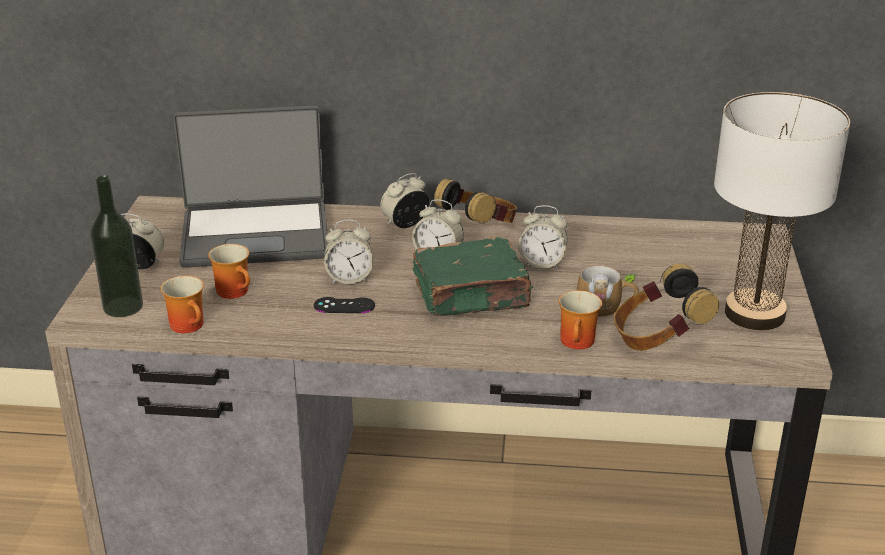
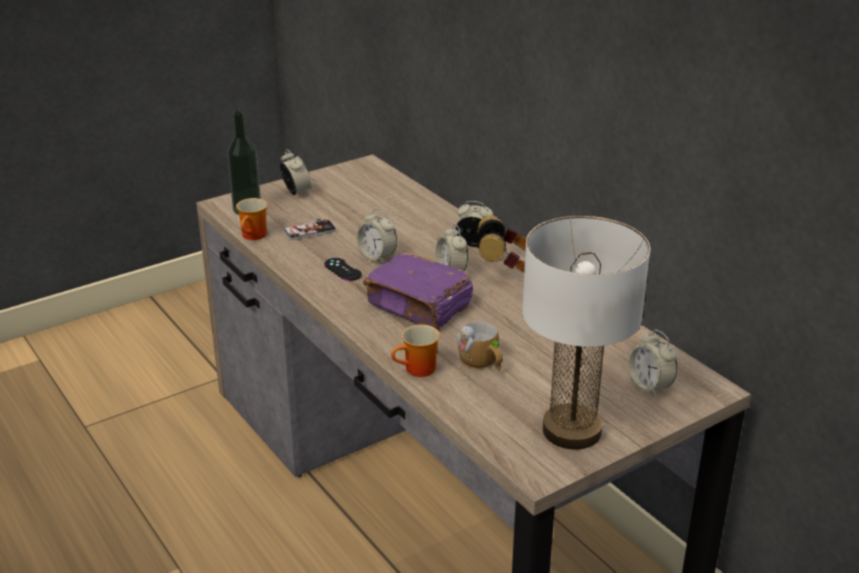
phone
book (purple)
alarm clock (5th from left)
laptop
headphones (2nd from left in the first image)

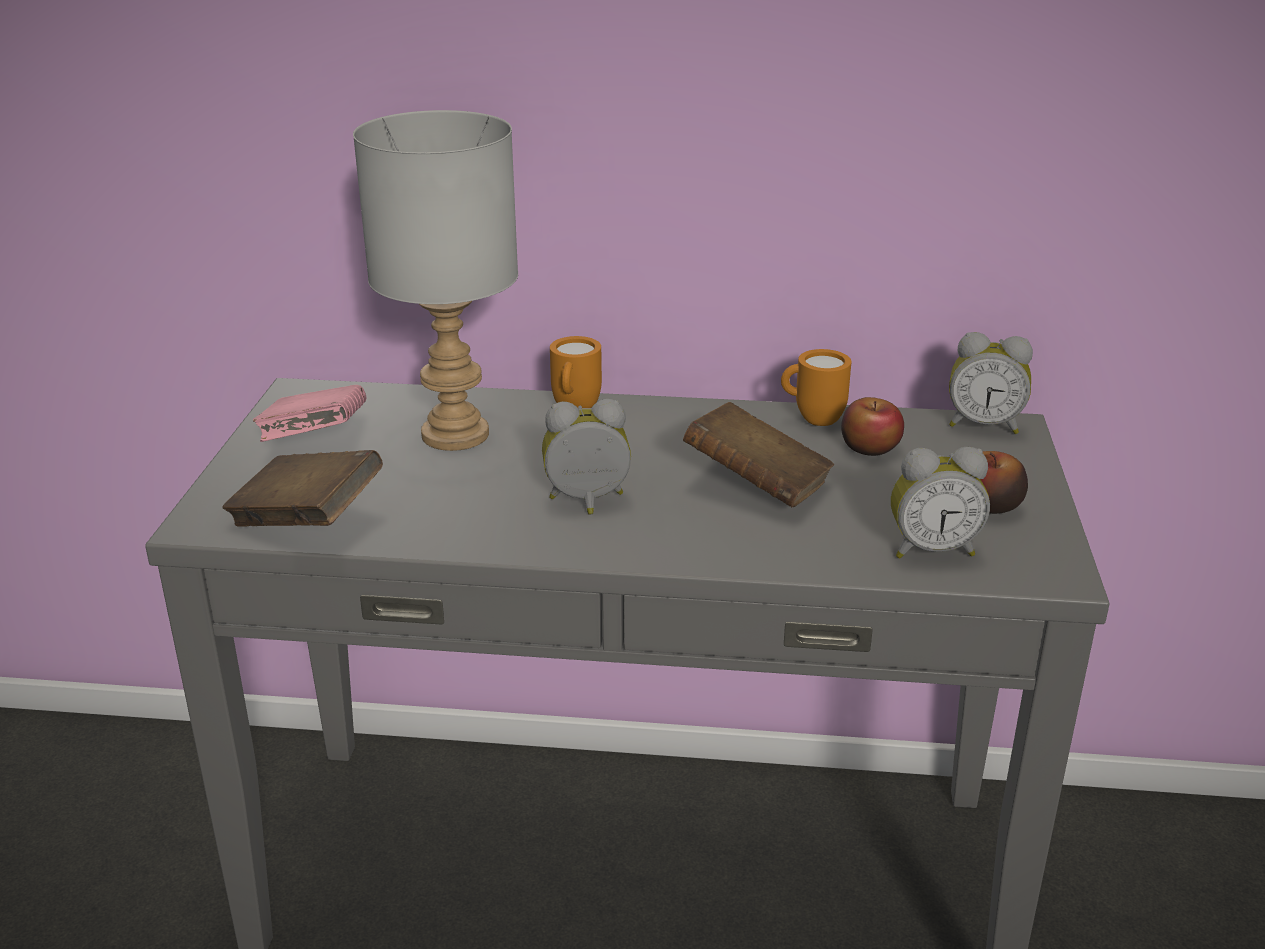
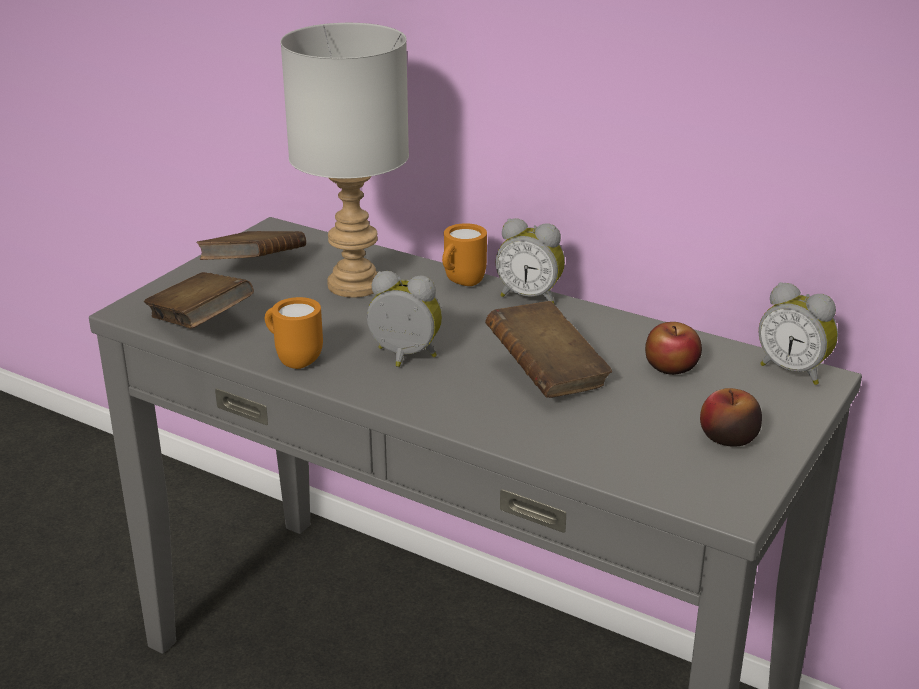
book (brown) (2nd from left)
mug (orange) (1st from left)
alarm clock (2nd from left)

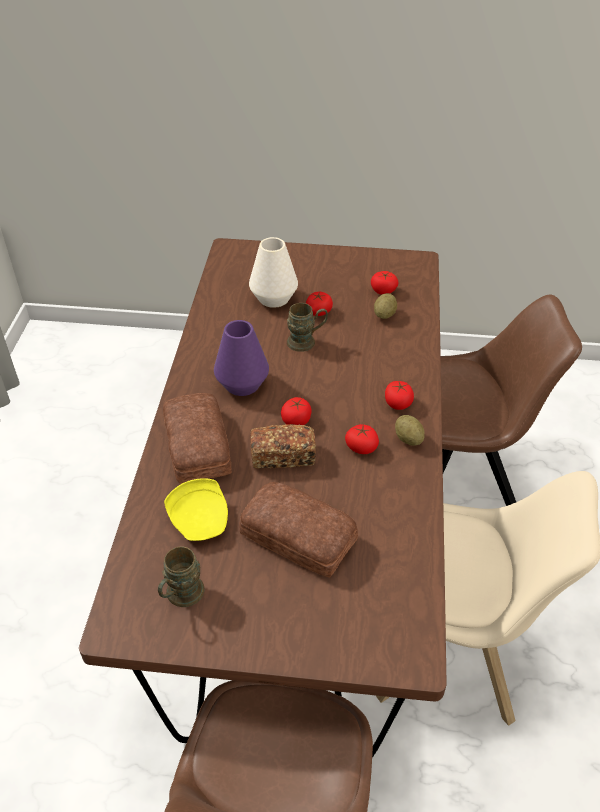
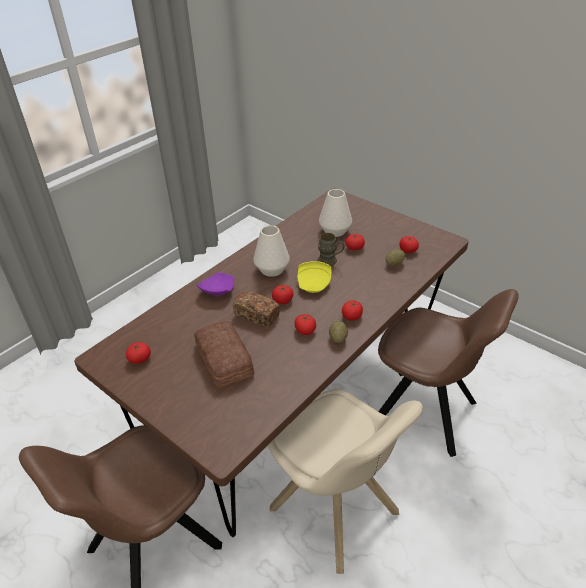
tomato (1st from left)
plate (purple)
vase (white) (1st from left)
plate (yellow)

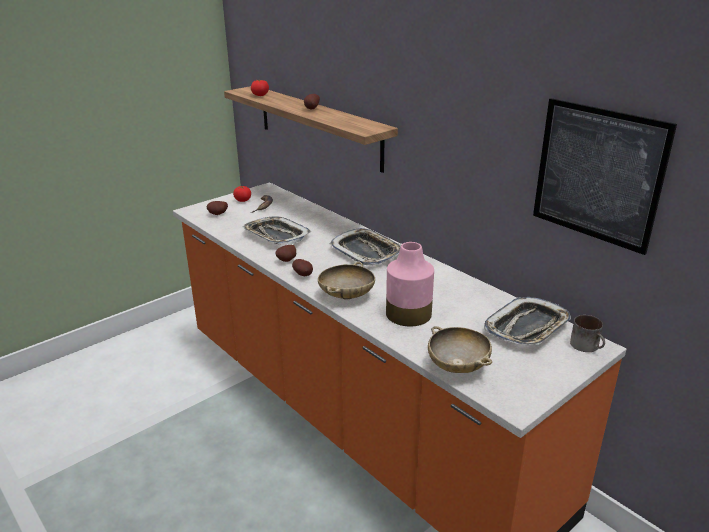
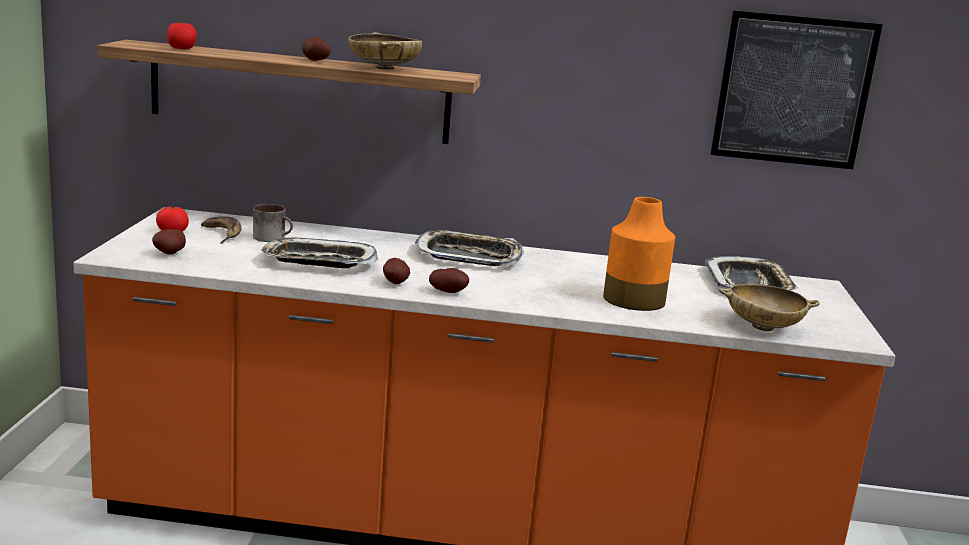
mug
bowl (beige) (1st from left)
vase (orange)

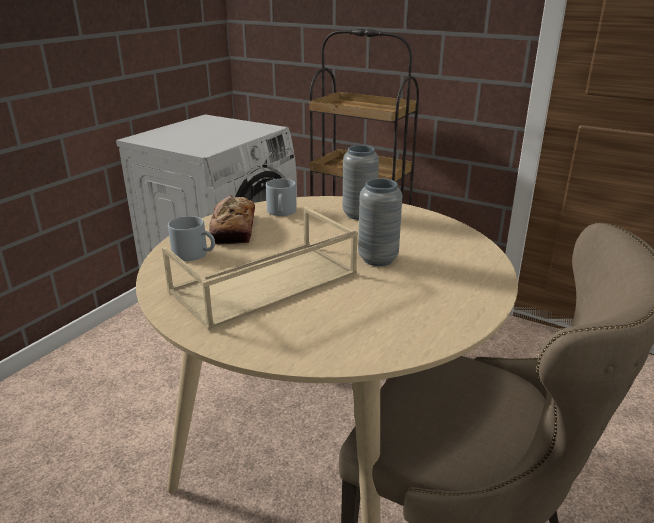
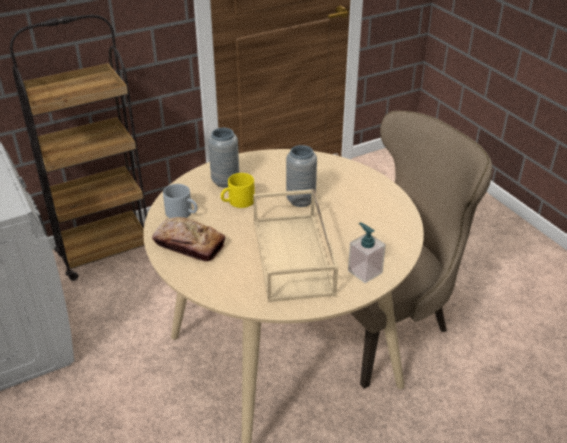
mug (yellow)
soap dispenser
mug (grey) (1st from left in the first image)

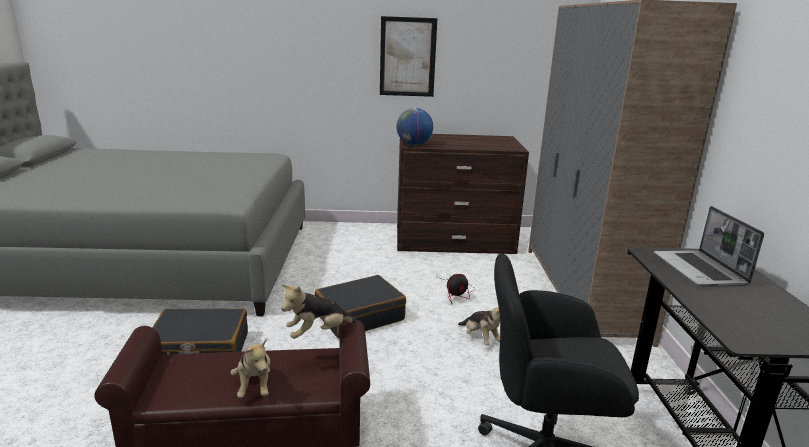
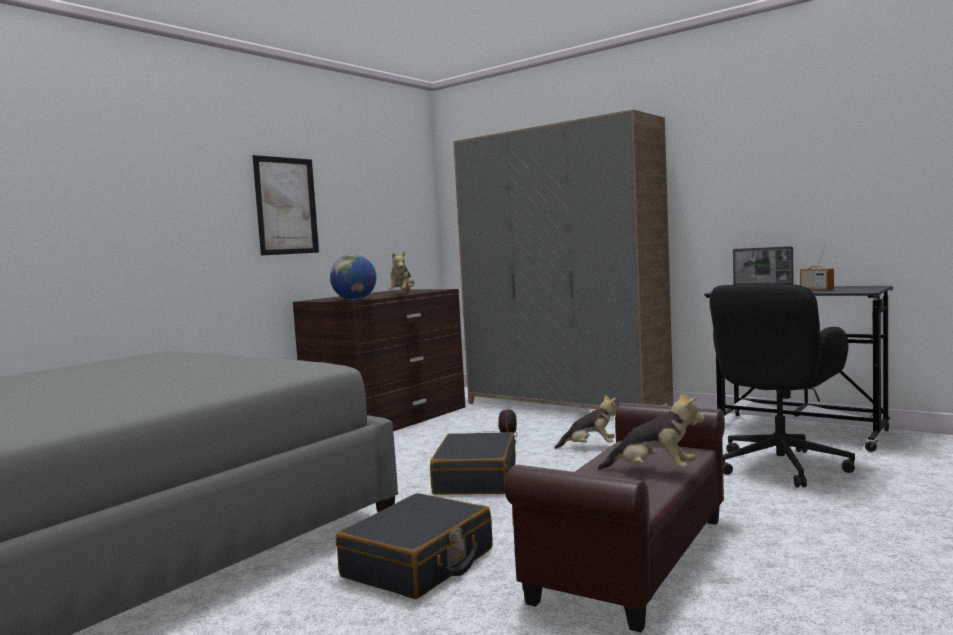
plush toy (1st from left)
radio

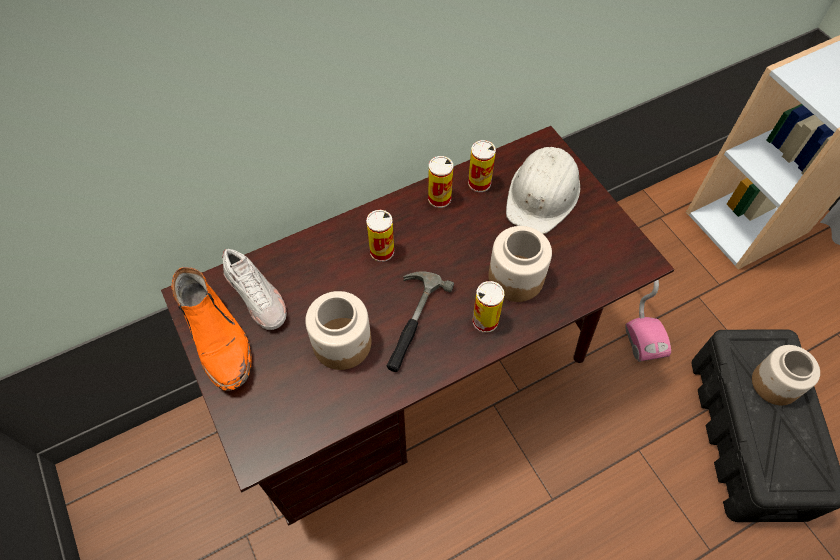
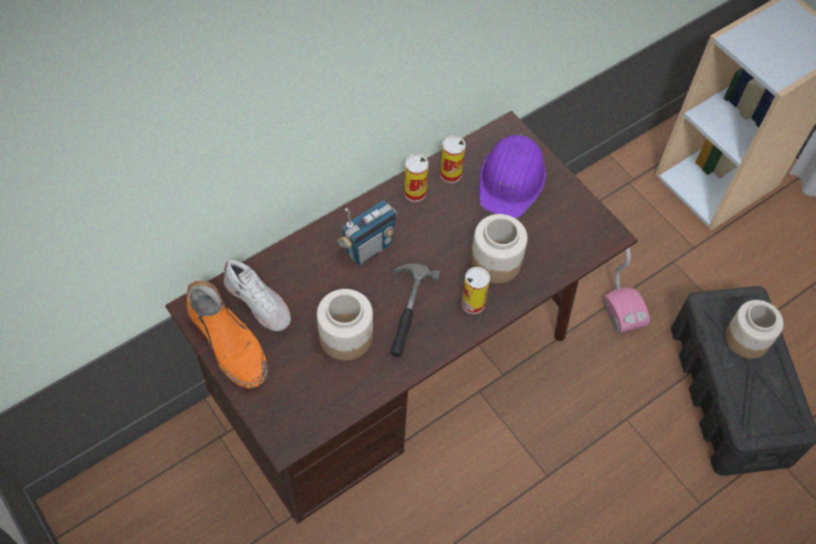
radio
hard hat (purple)

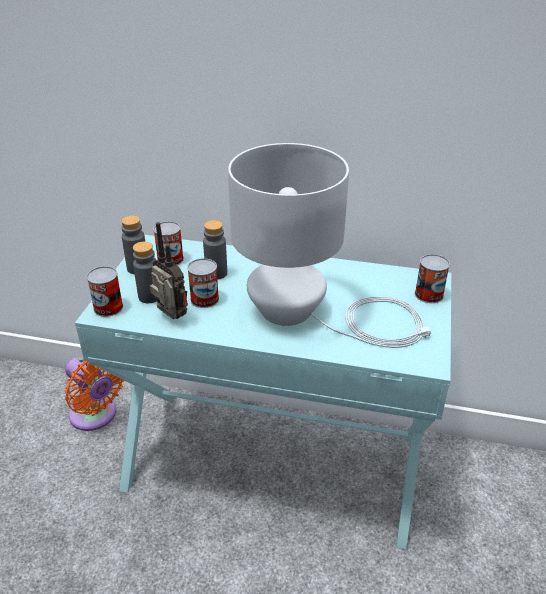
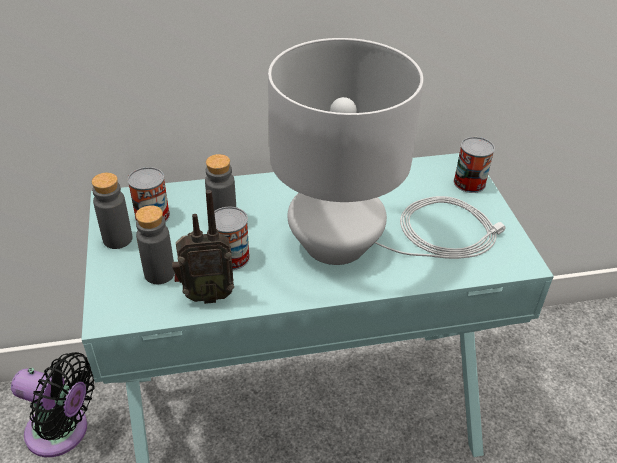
fan (black)
radio
can (1st from left in the first image)

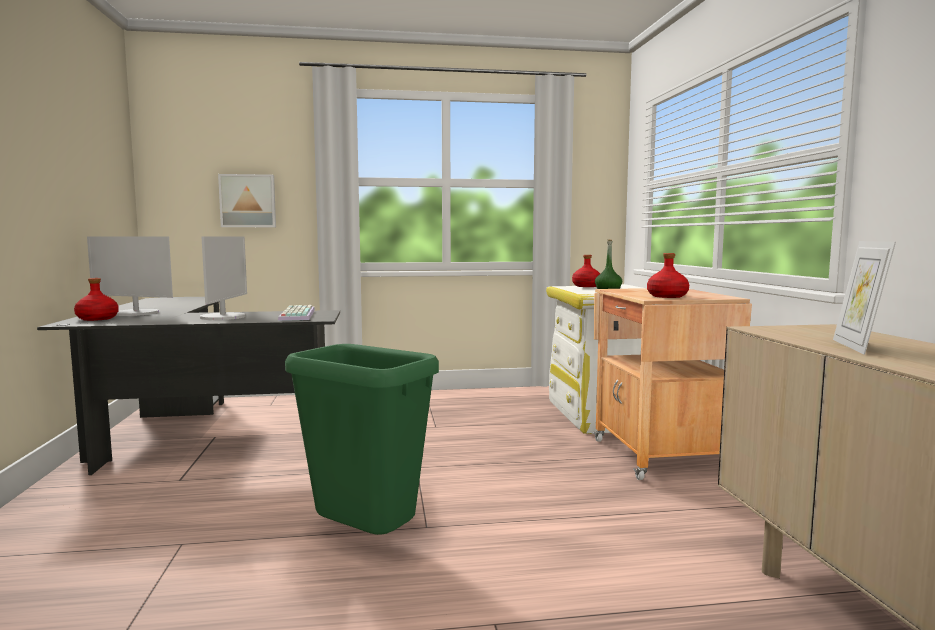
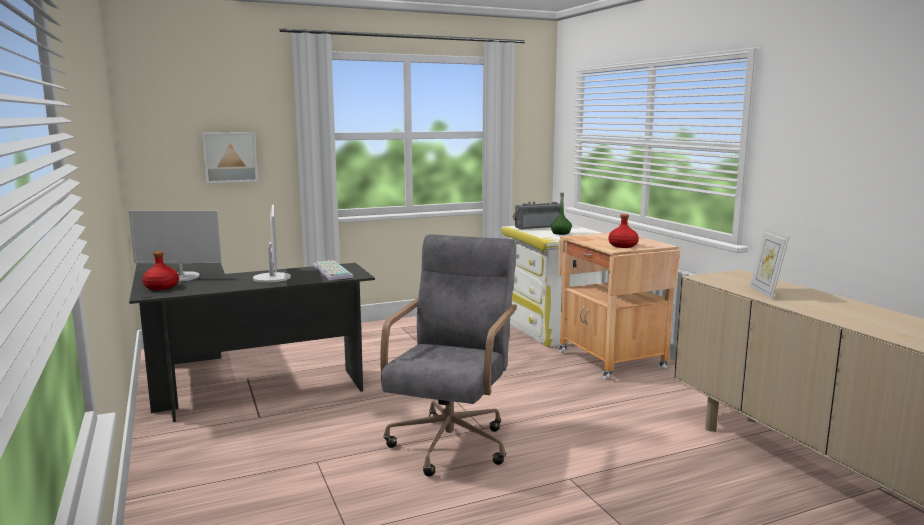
office chair (grey)
radio

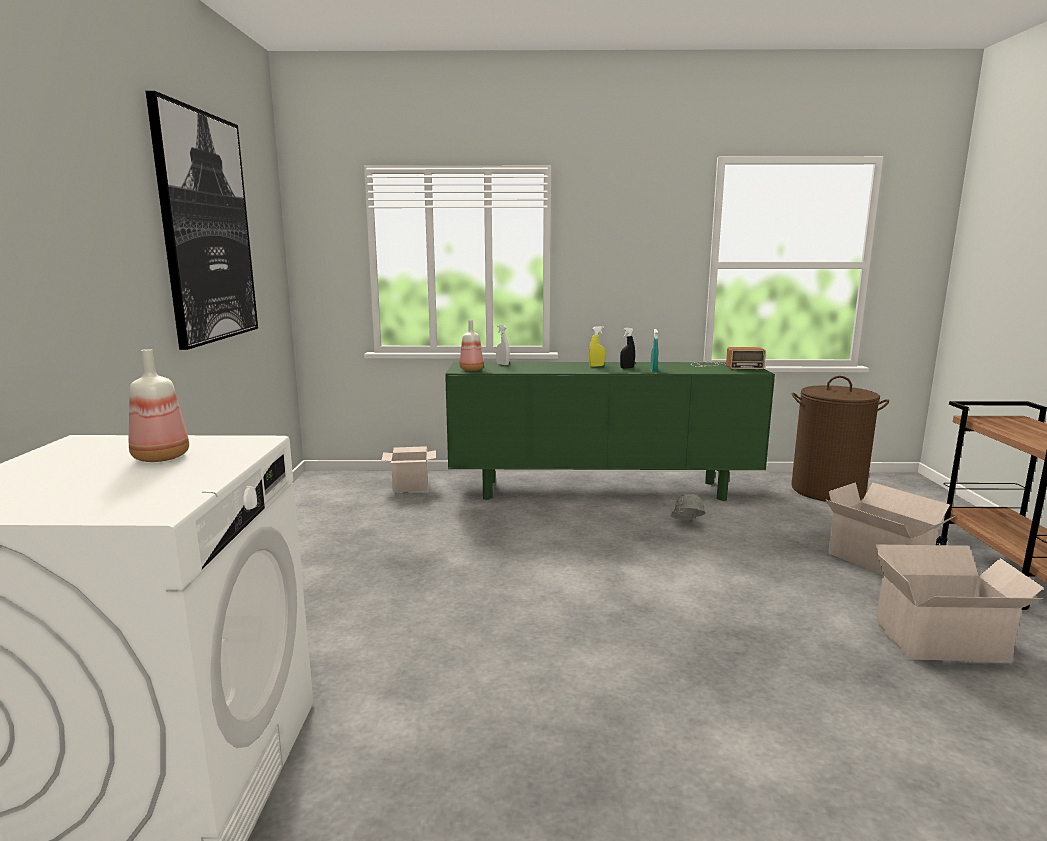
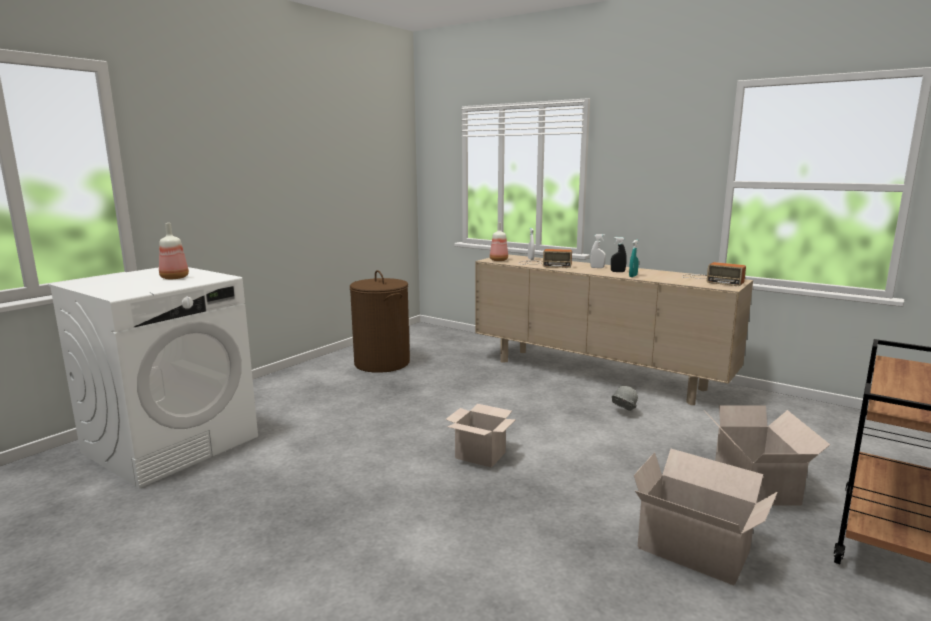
laundry basket (brown)
cardboard box (1st from left)
cabinet (beige)
radio (1st from left)
spray bottle (white) (2nd from left)
picture

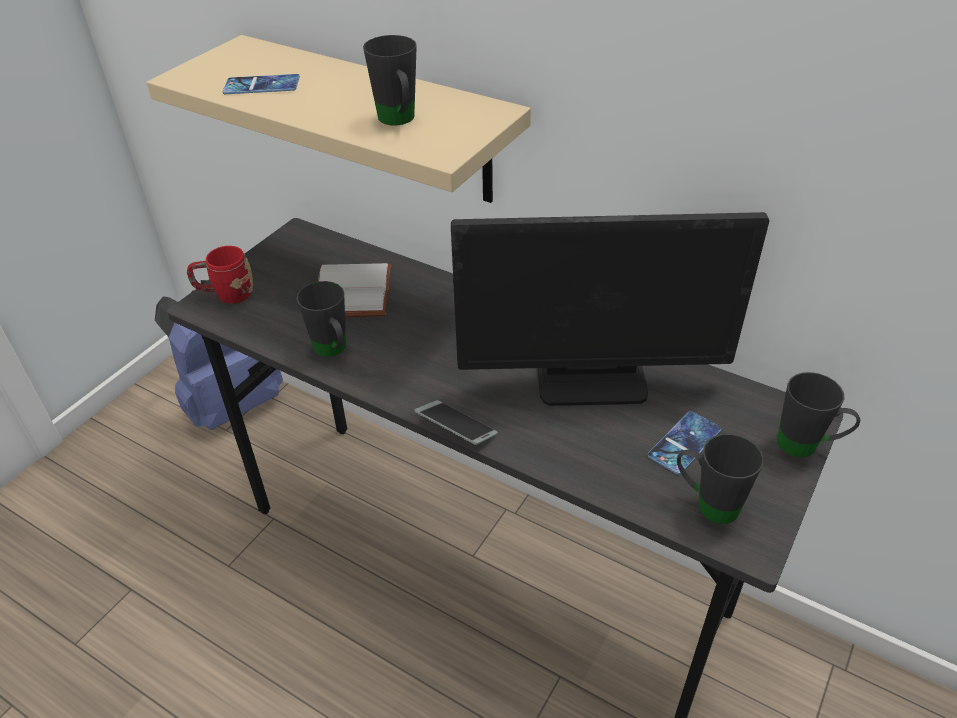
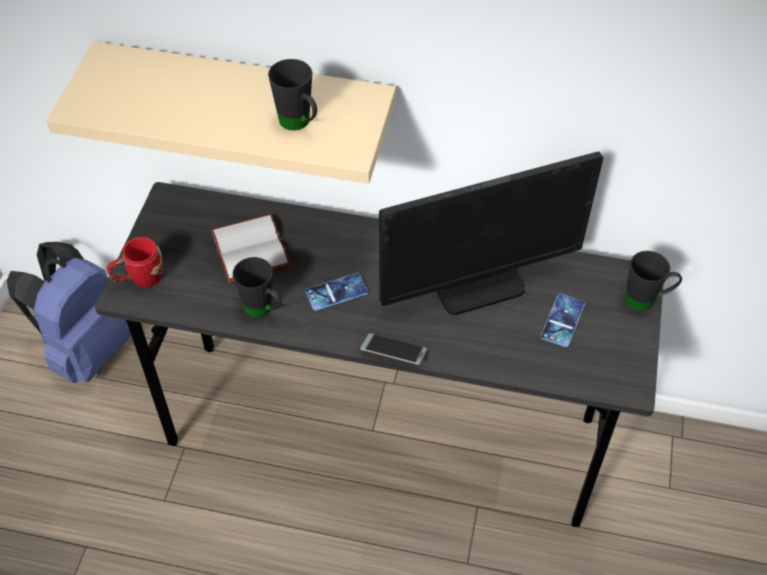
phone (1st from left)
mug (black) (3rd from left in the first image)

